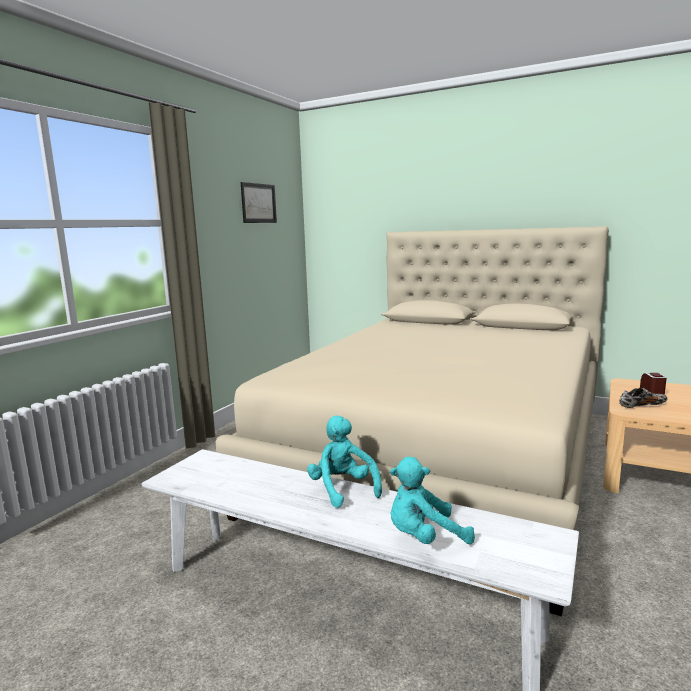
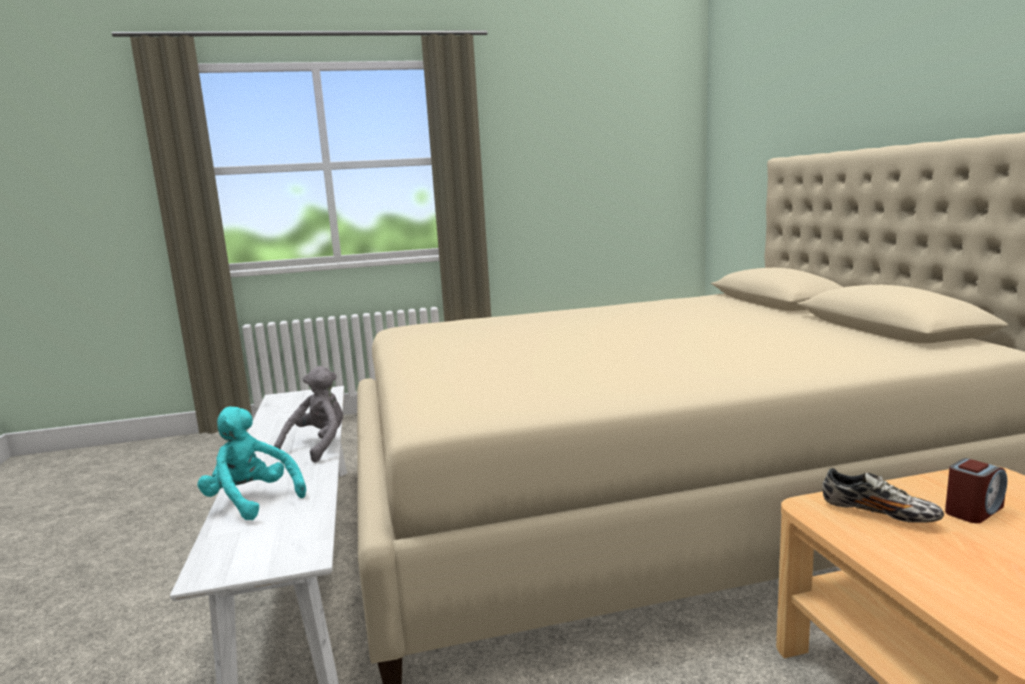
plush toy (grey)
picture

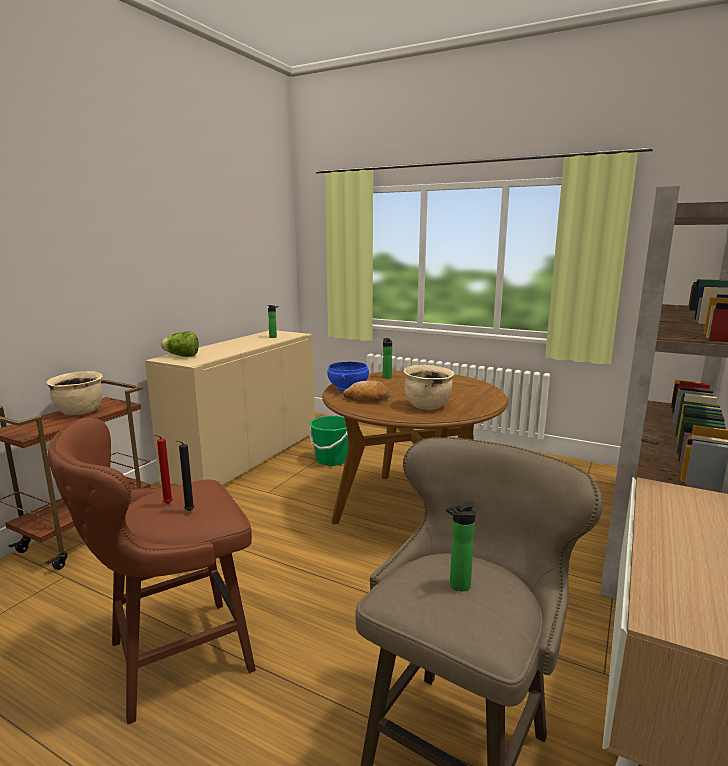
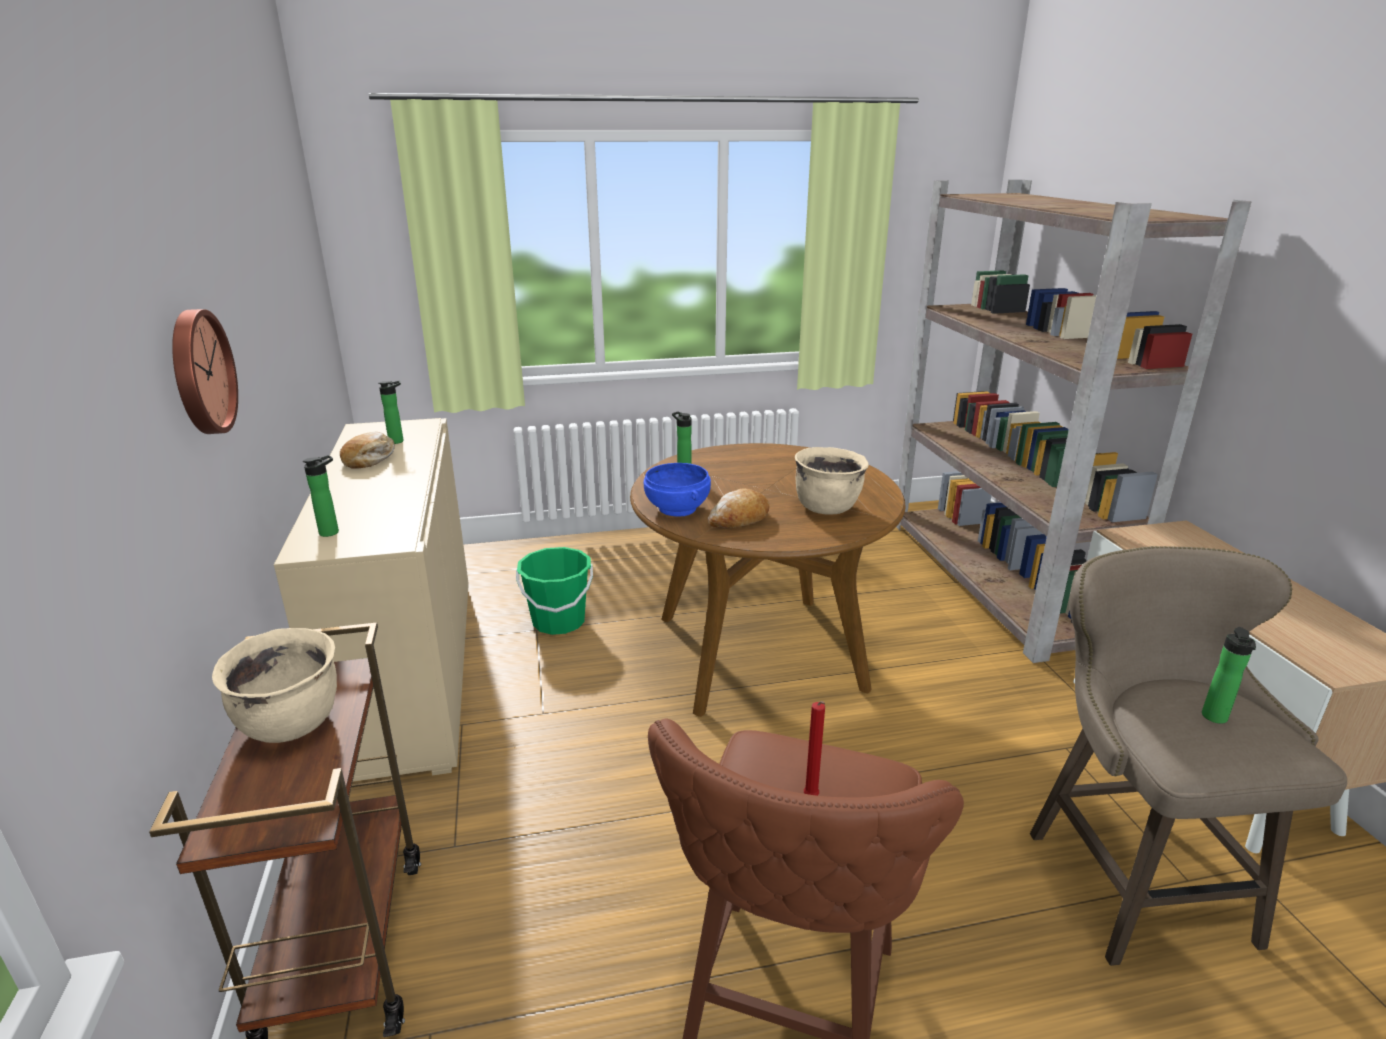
wall clock
bottle (1st from left)
bread (1st from left)
candle (black)

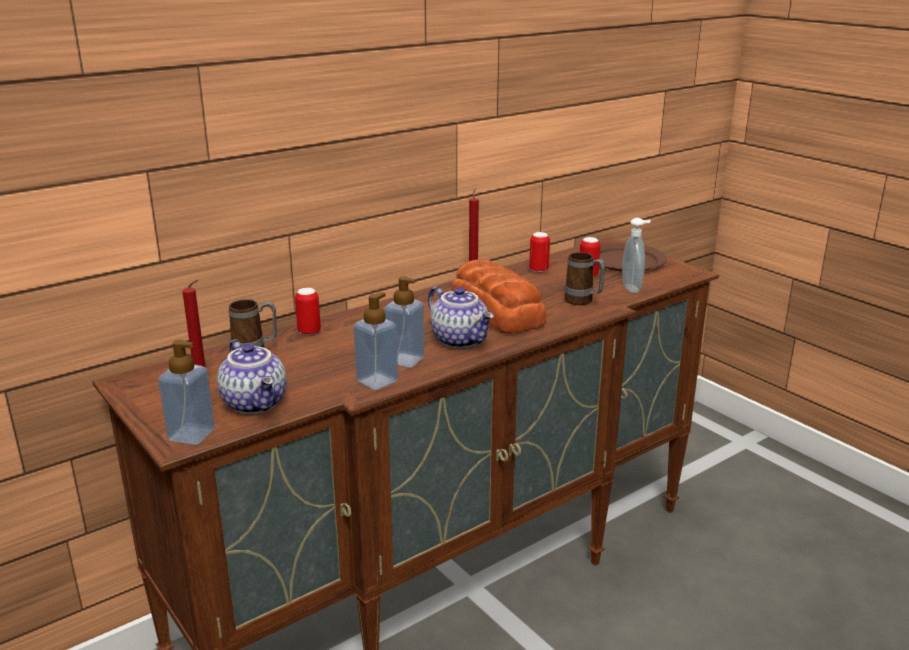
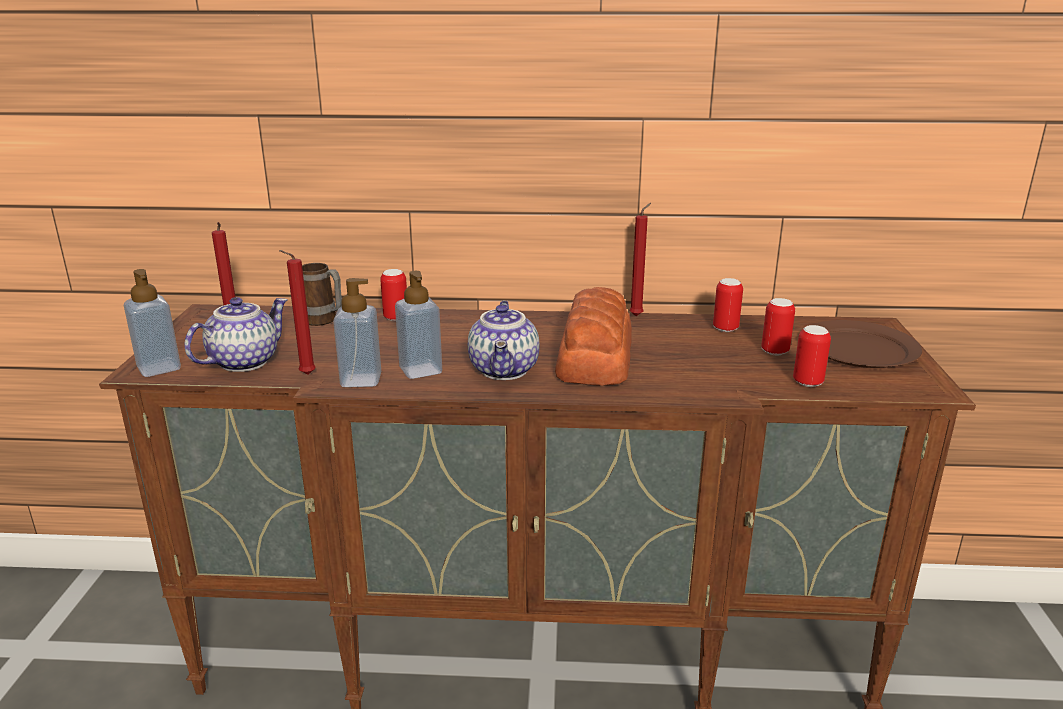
teapot (1st from left)
candle (red) (2nd from left)
can (4th from left)
mug (2nd from left in the first image)

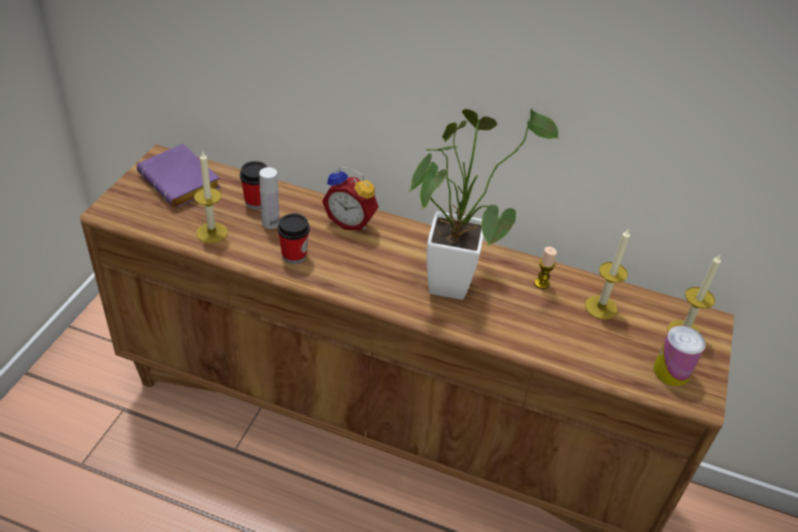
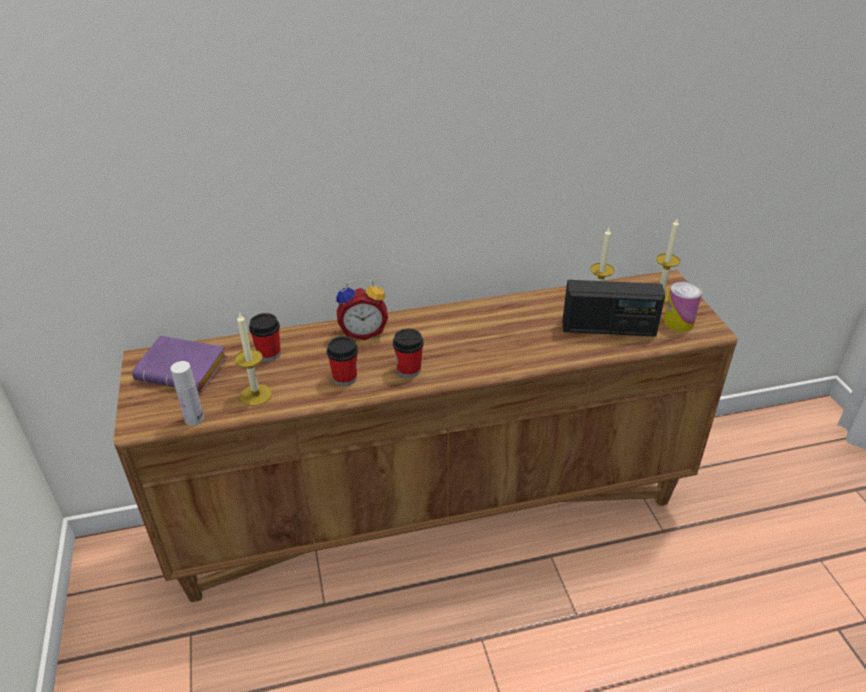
bottle (white)
cup (3rd from left)
radio
potted plant
candle (2nd from left in the first image)

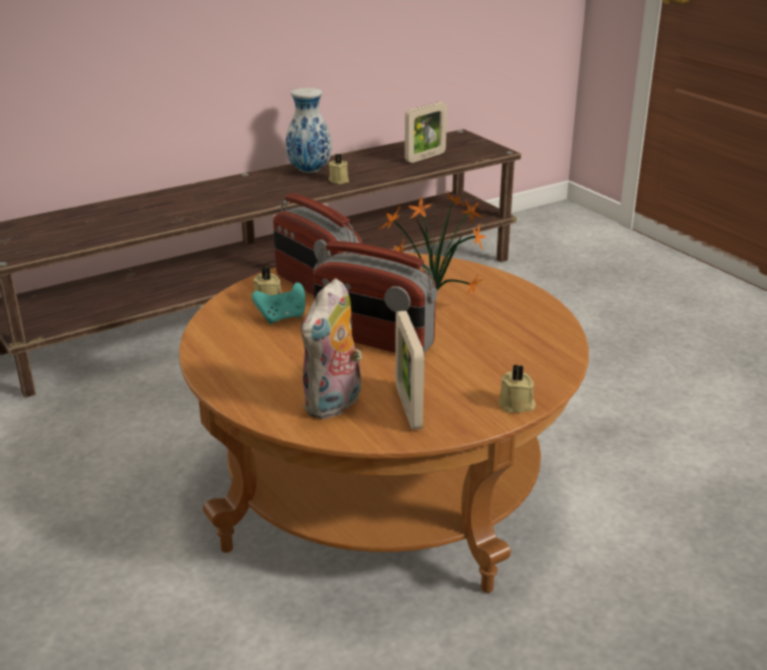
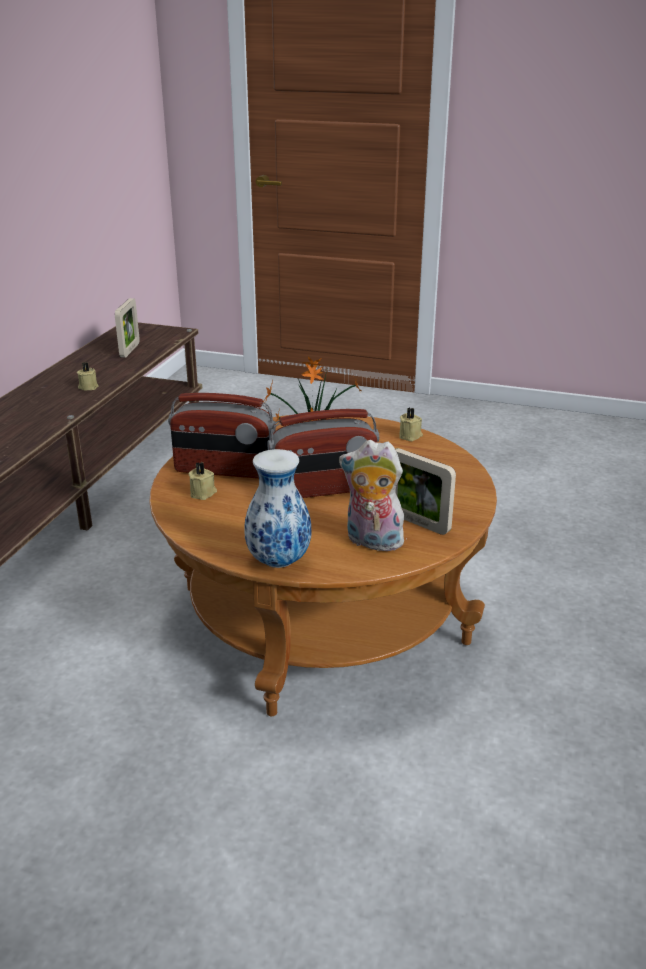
vase
plush toy
candle (beige) (3rd from left)
game controller (turquoise)

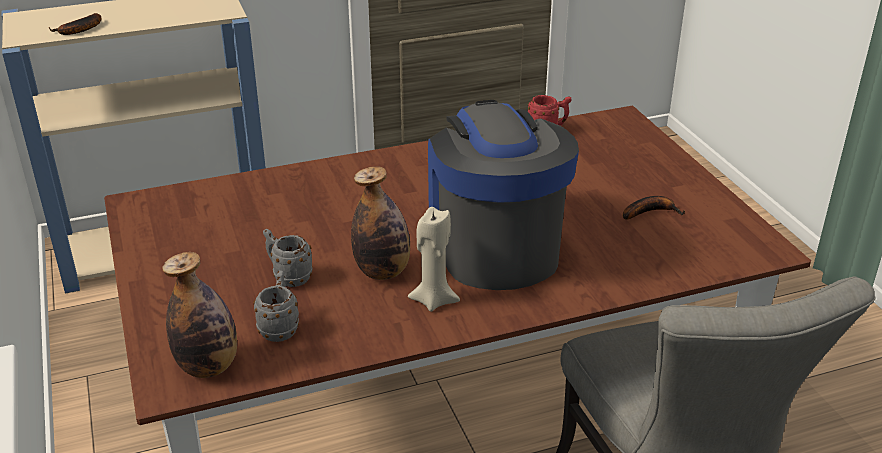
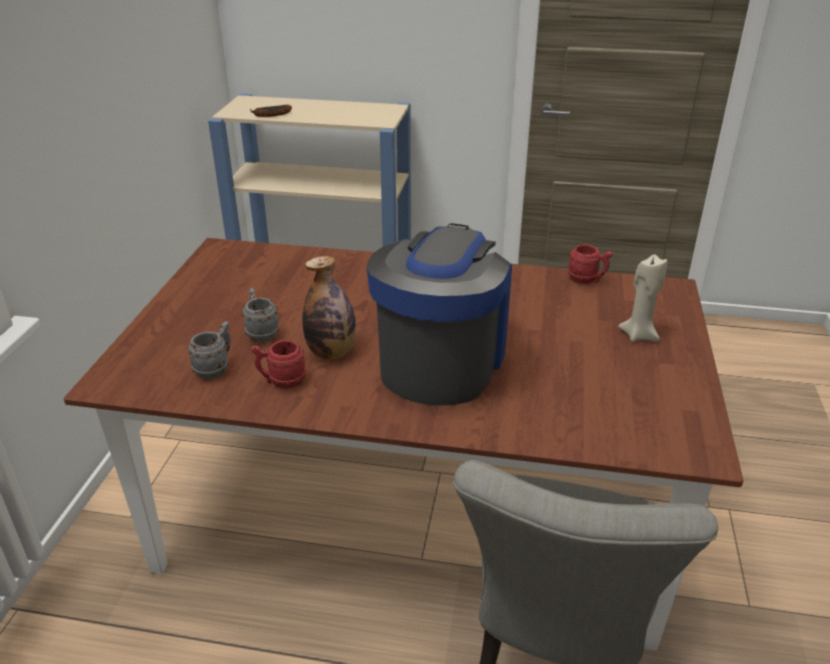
mug (red) (1st from left)
candle (beige)
bottle (1st from left in the first image)
banana (2nd from left in the first image)

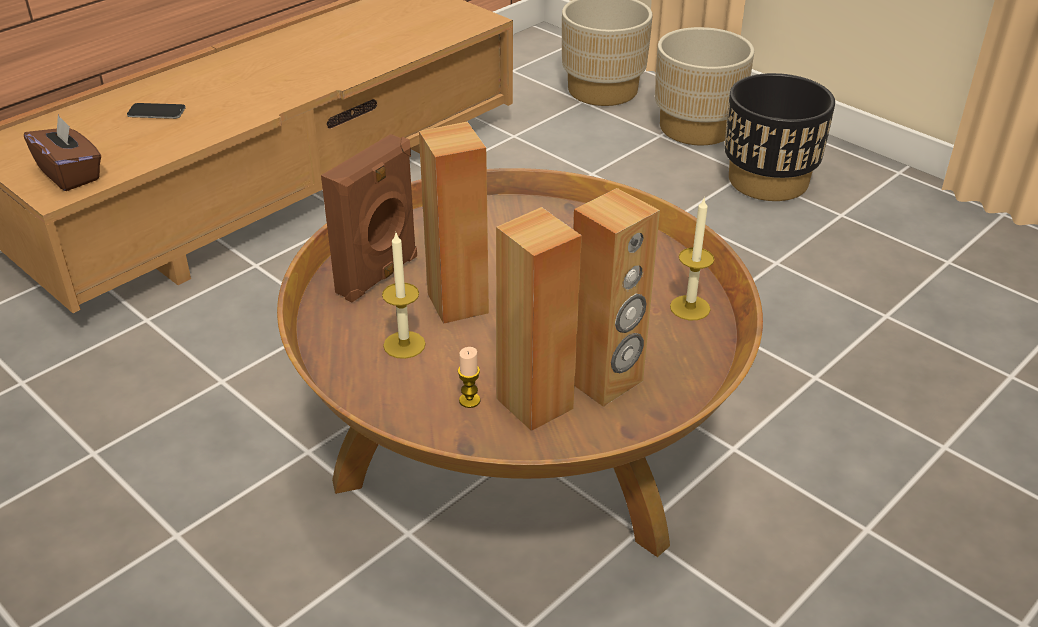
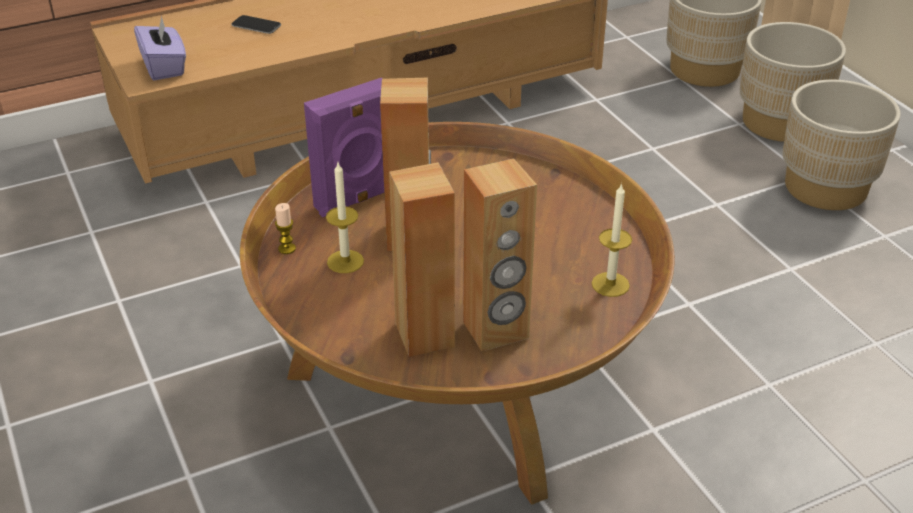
tissue box (purple)
candle (1st from left)
speaker (purple)
planter (beige) (3rd from left)

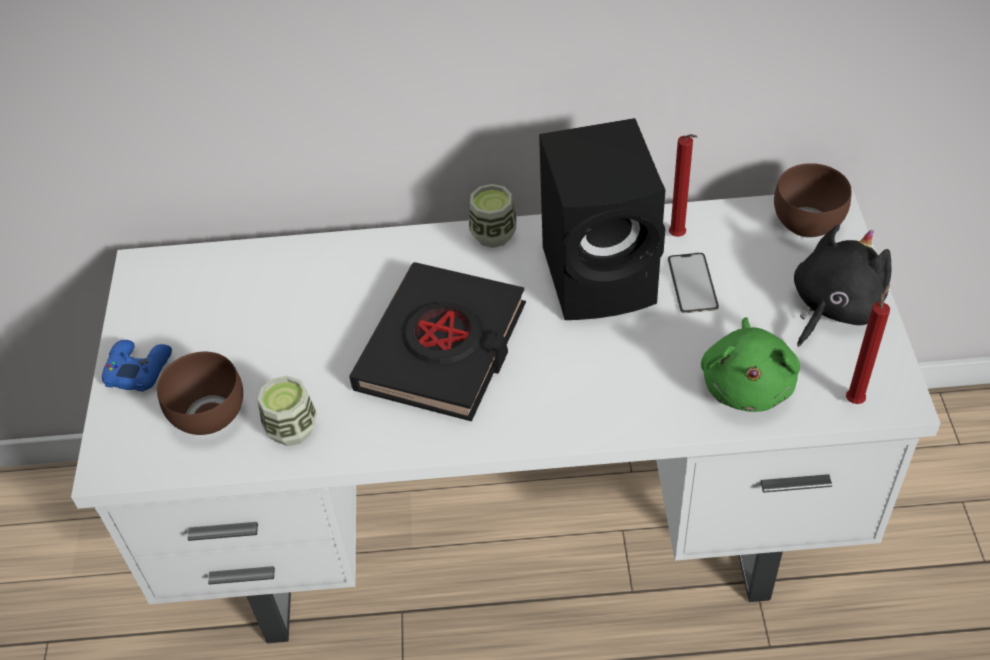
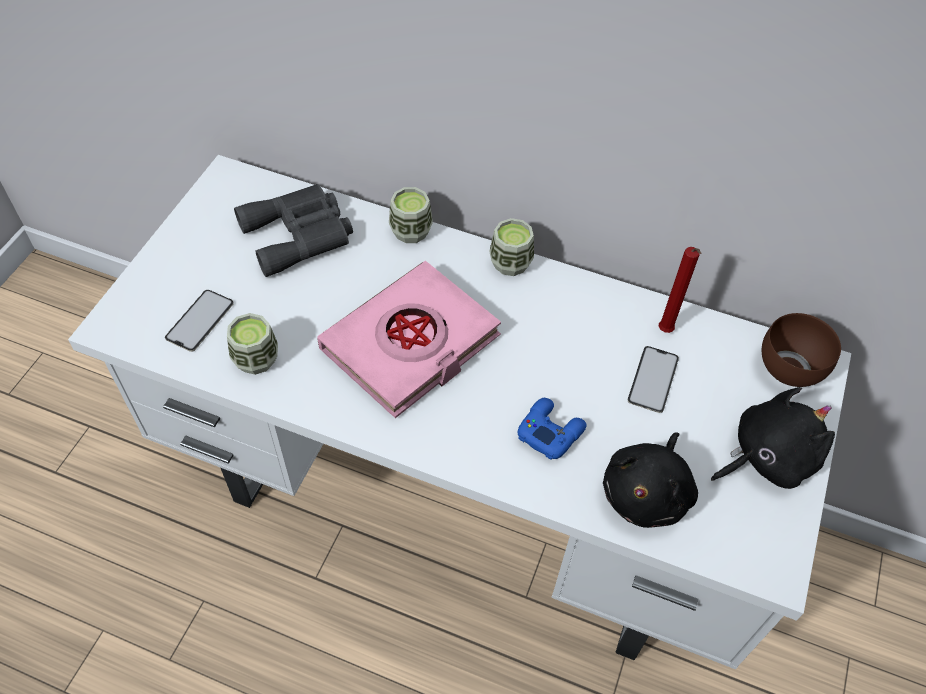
phone (1st from left)
binoculars (grey)
book (pink)
cup (2nd from left)
game controller (blue)
plush toy (black) (1st from left)
speaker (black)
candle (red) (2nd from left in the first image)

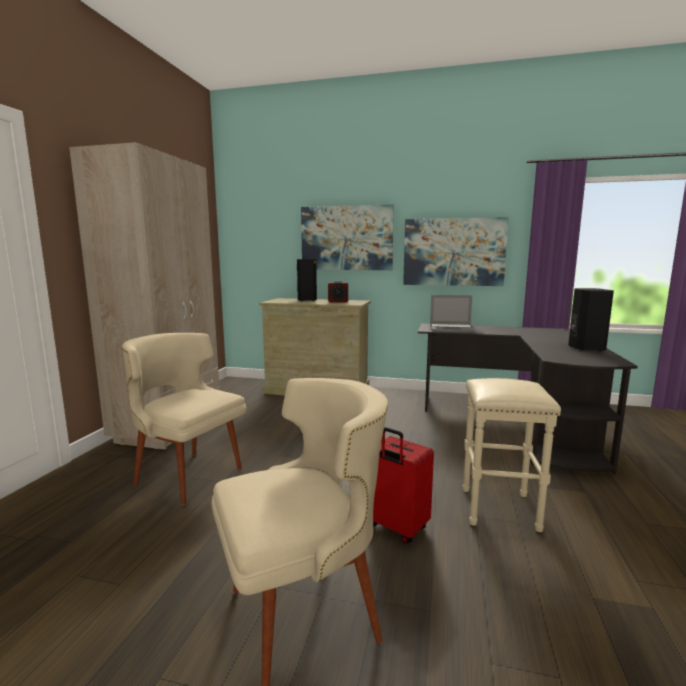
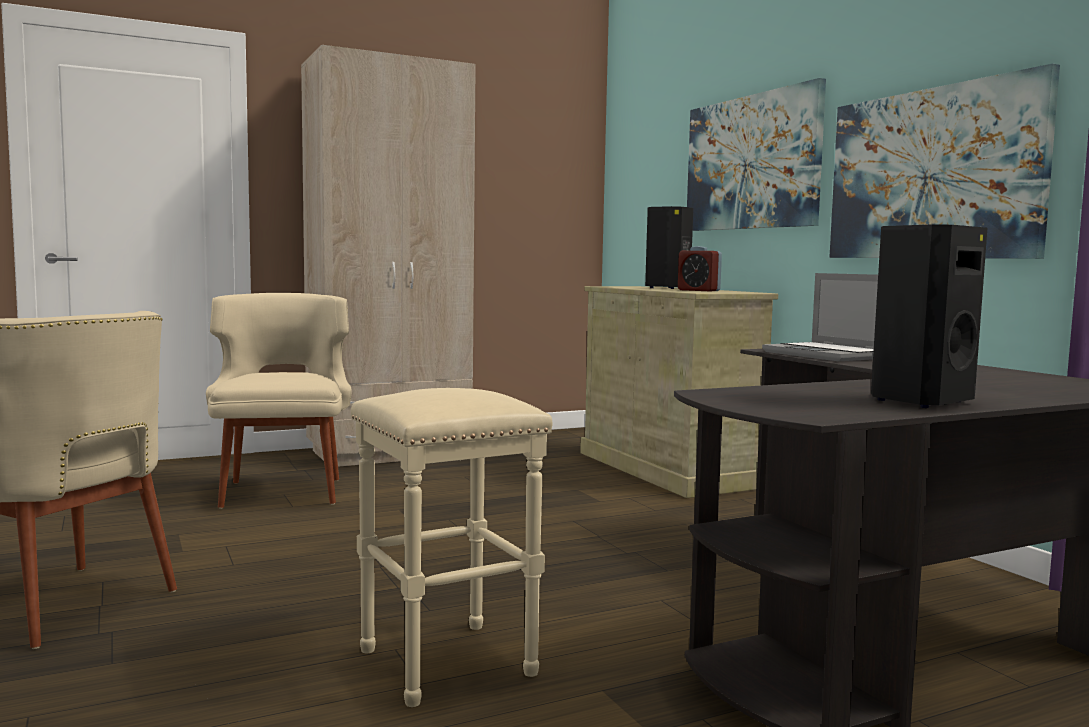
suitcase (red)

